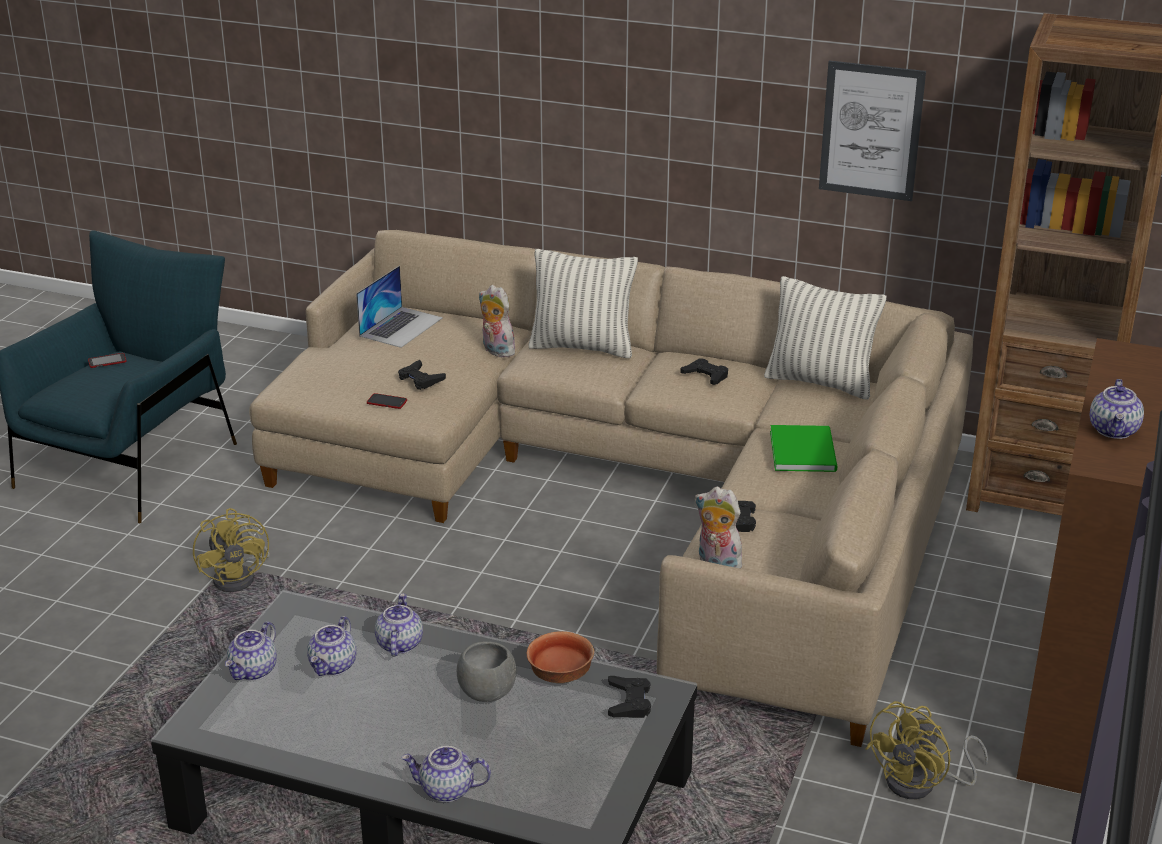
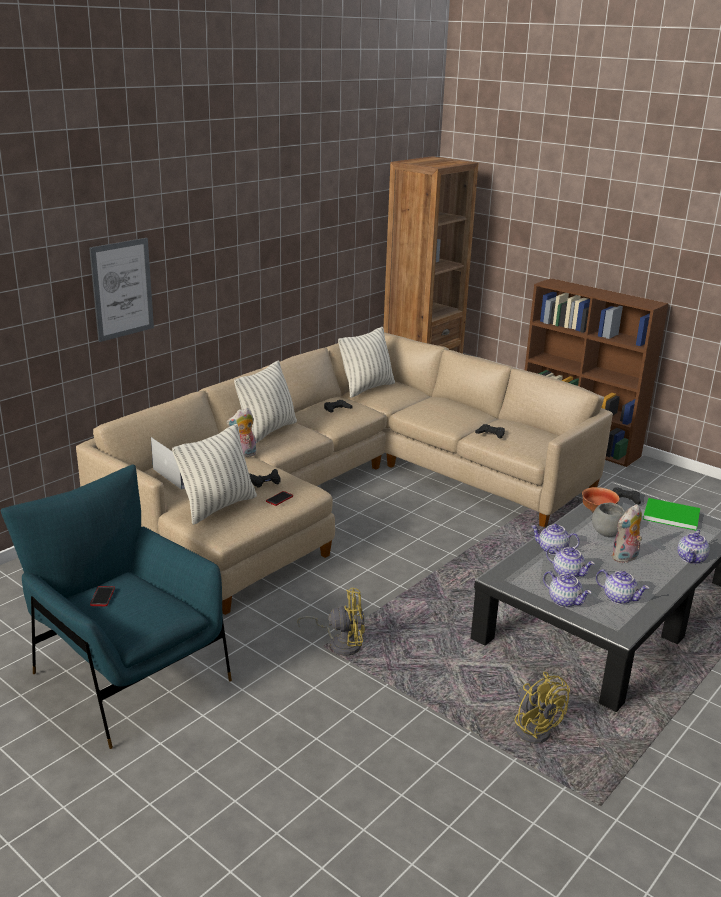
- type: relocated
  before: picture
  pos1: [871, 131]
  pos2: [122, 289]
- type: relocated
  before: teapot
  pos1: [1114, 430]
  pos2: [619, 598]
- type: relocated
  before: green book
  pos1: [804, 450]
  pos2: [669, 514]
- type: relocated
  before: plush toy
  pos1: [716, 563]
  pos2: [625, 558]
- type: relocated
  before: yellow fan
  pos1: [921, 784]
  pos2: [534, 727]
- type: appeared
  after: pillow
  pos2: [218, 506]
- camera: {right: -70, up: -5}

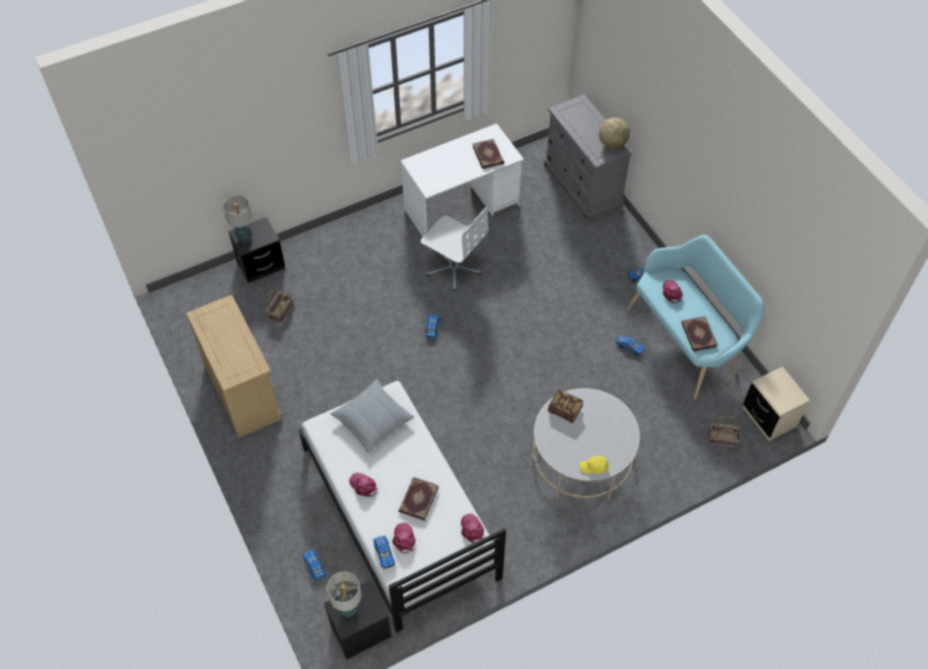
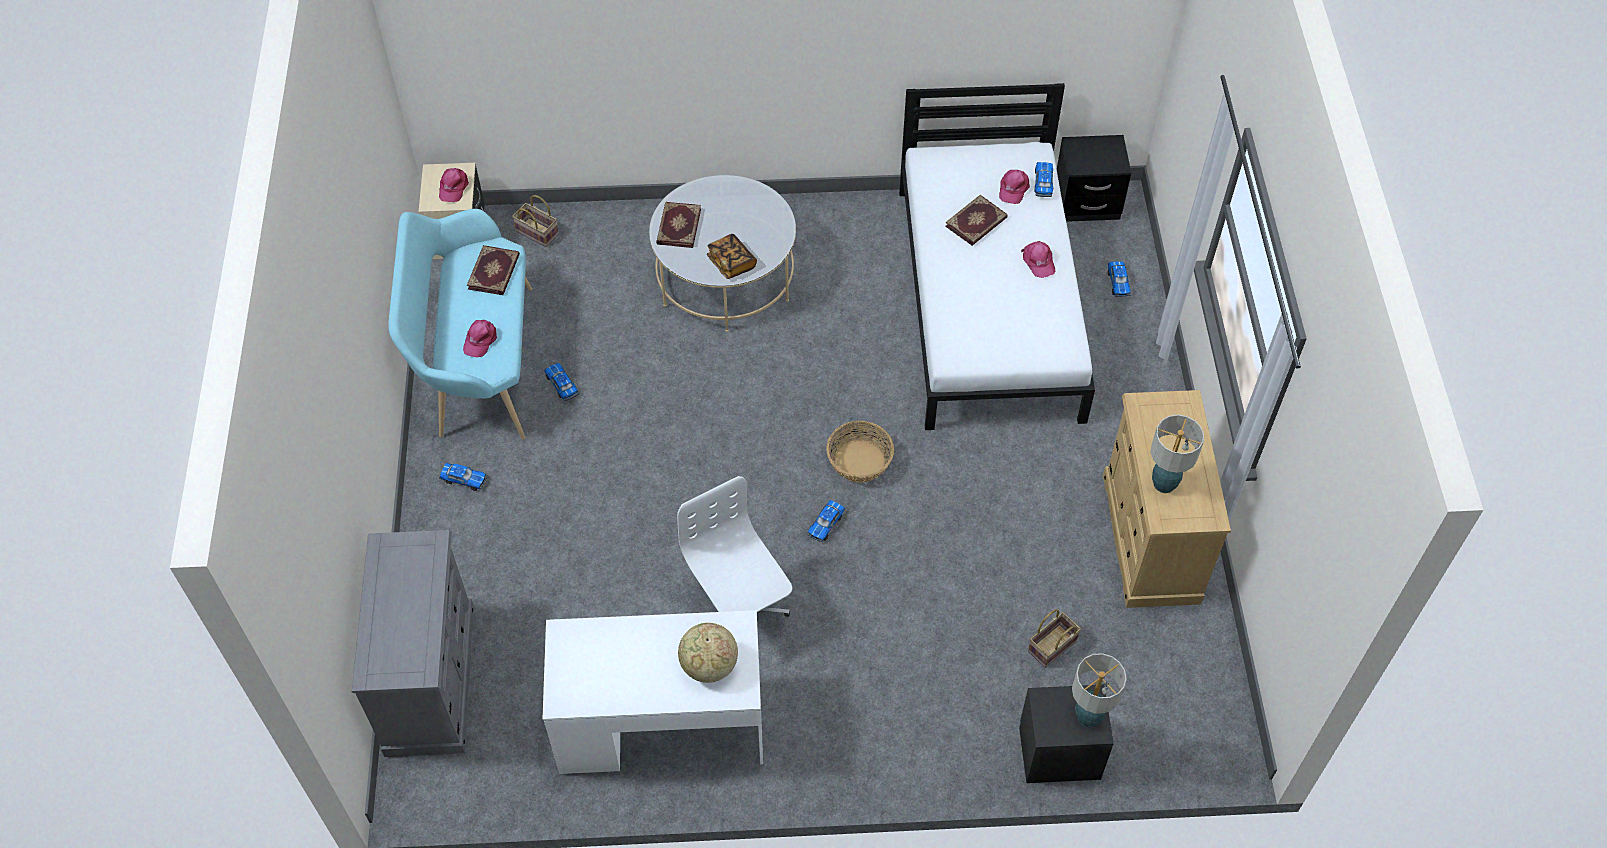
- type: relocated
  before: globe
  pos1: [612, 143]
  pos2: [709, 666]
- type: relocated
  before: book
  pos1: [488, 155]
  pos2: [678, 226]
- type: missing
  before: pillow
  pos1: [373, 420]
- type: missing
  before: yellow cap
  pos1: [594, 467]
- type: relocated
  before: pink cap
  pos1: [472, 529]
  pos2: [453, 187]
- type: relocated
  before: table lamp
  pos1: [348, 610]
  pos2: [1164, 483]
- type: appeared
  after: basket
  pos2: [860, 462]
- camera: {right: -155, up: 0}

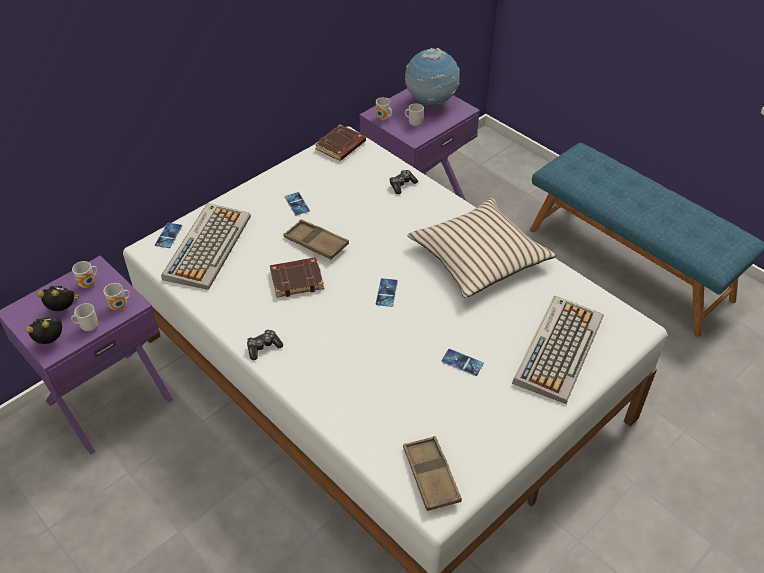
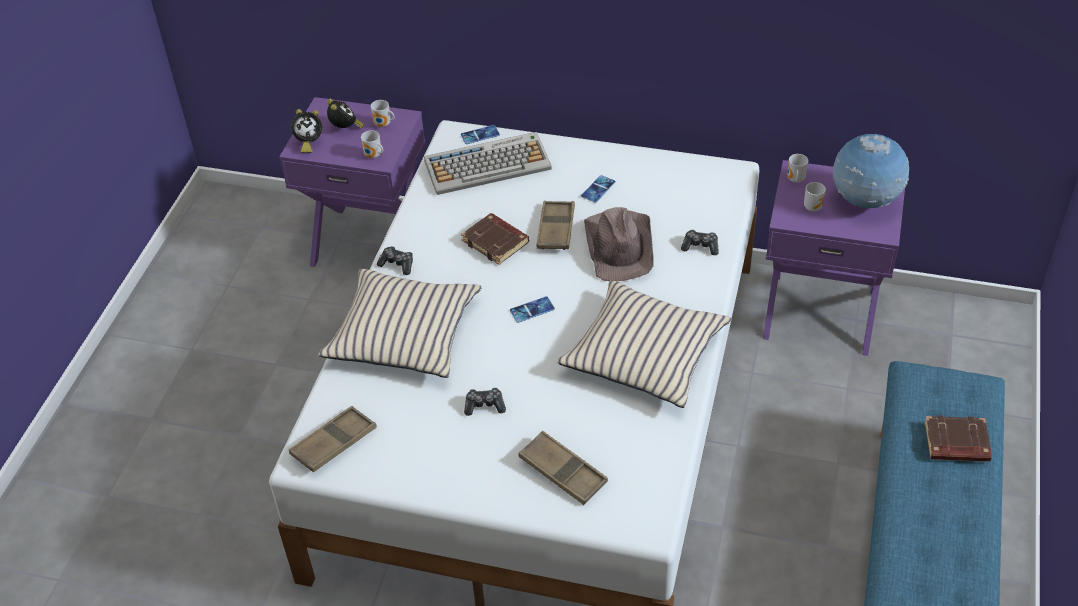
- type: relocated
  before: brown book
  pos1: [340, 146]
  pos2: [955, 443]
- type: exchanged
  before: keyboard
  after: brown tray
  pos1: [558, 348]
  pos2: [562, 472]
- type: missing
  before: mug
  pos1: [89, 326]
- type: spun
  before: alarm clock
  pos1: [52, 341]
  pos2: [308, 143]
  turn: 120
- type: exchanged
  before: phone
  after: game controller
  pos1: [462, 362]
  pos2: [484, 405]
- type: appeared
  after: brown hat
  pos2: [620, 246]
- type: appeared
  after: beige pillow
  pos2: [404, 333]
- camera: {right: 60, up: 0}

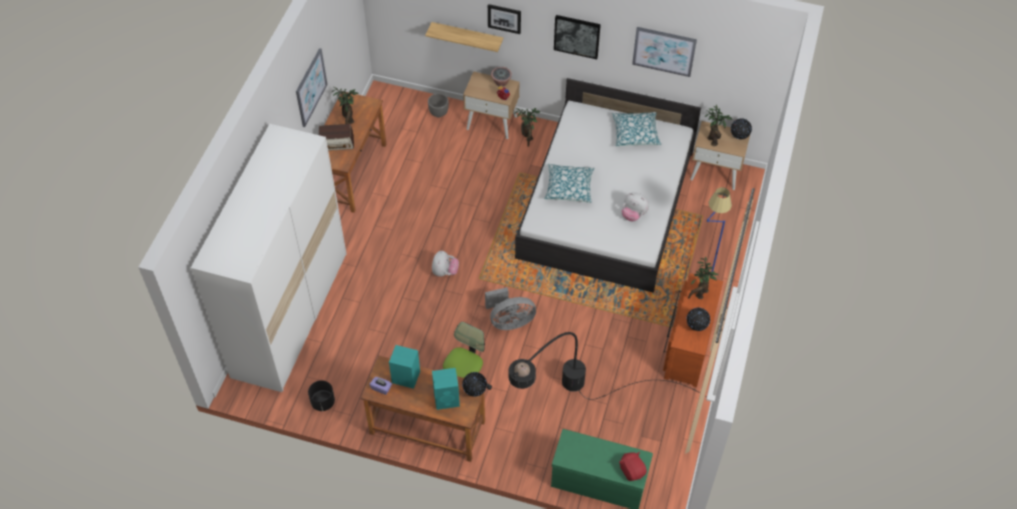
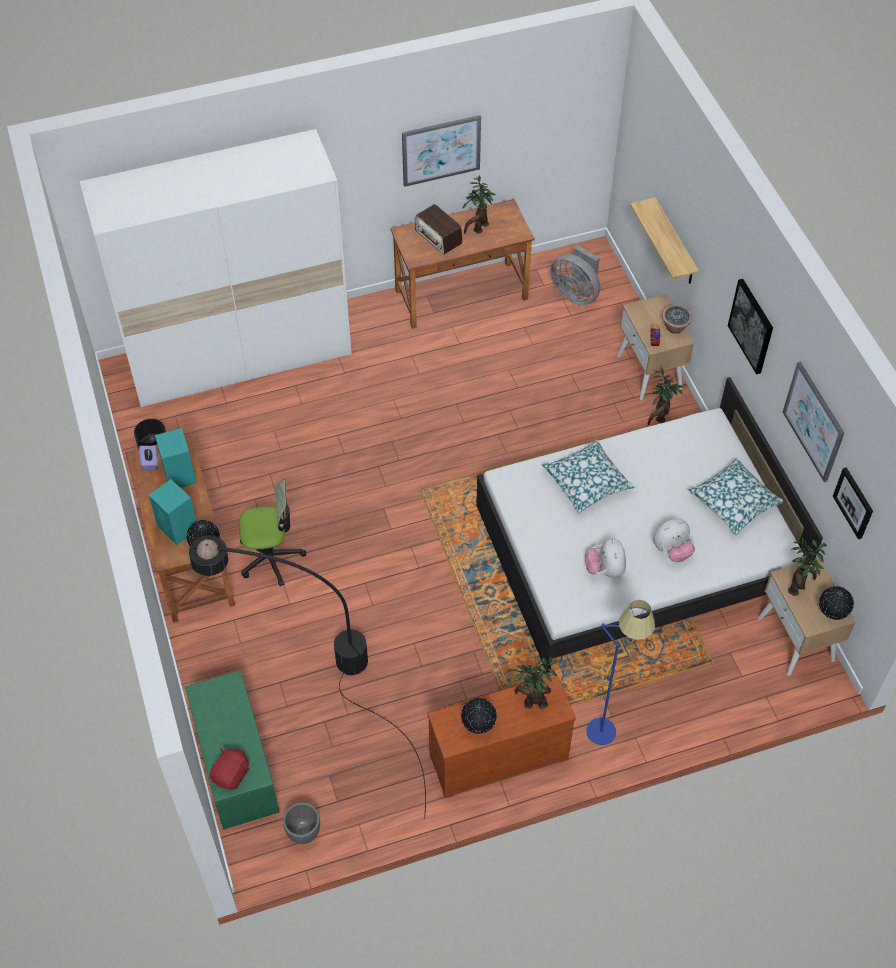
- type: relocated
  before: picture
  pos1: [504, 18]
  pos2: [854, 502]
- type: relocated
  before: grey planter
  pos1: [439, 113]
  pos2: [303, 833]
- type: relocated
  before: plush toy
  pos1: [445, 272]
  pos2: [672, 551]
- type: relocated
  before: grey fan
  pos1: [509, 321]
  pos2: [575, 294]
- camera: {right: 55, up: 0}

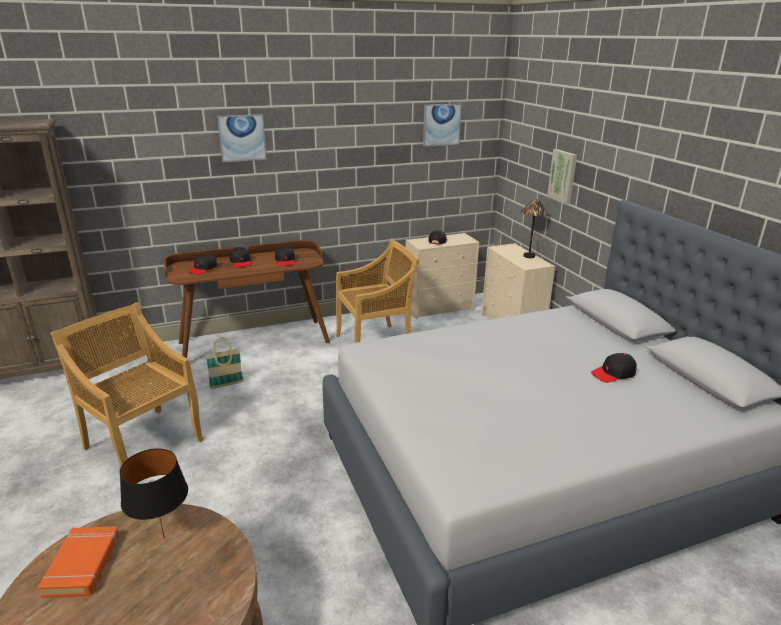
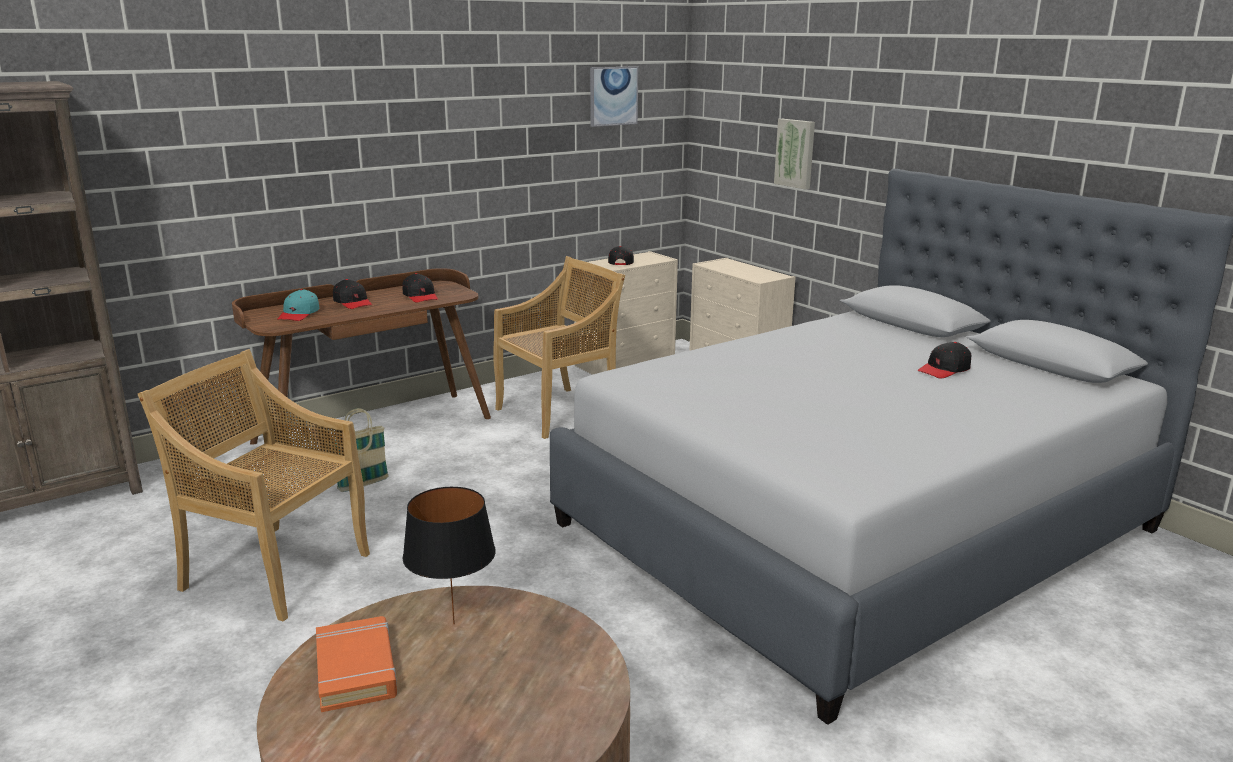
- type: missing
  before: picture
  pos1: [242, 138]
- type: missing
  before: table lamp
  pos1: [528, 256]
- type: colour
  before: black cap
  after: turquoise cap
  pos1: [203, 269]
  pos2: [299, 314]
- camera: {right: -15, up: -5}

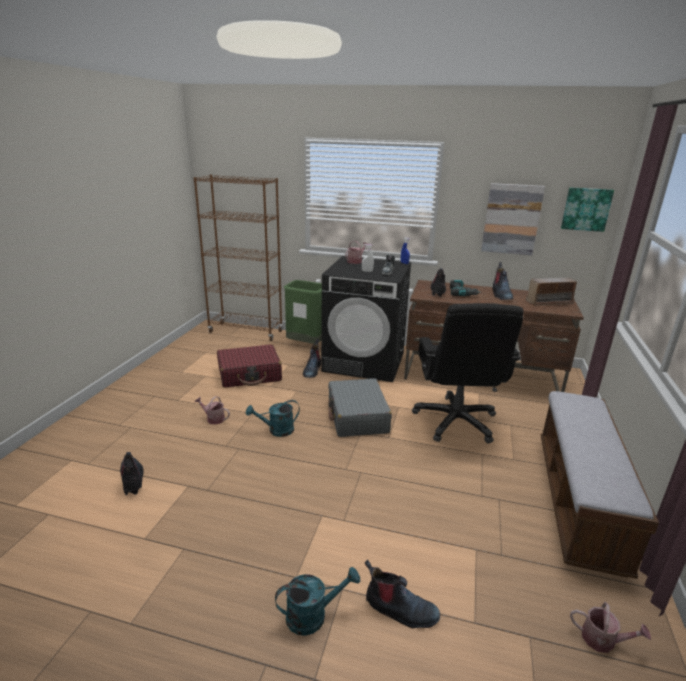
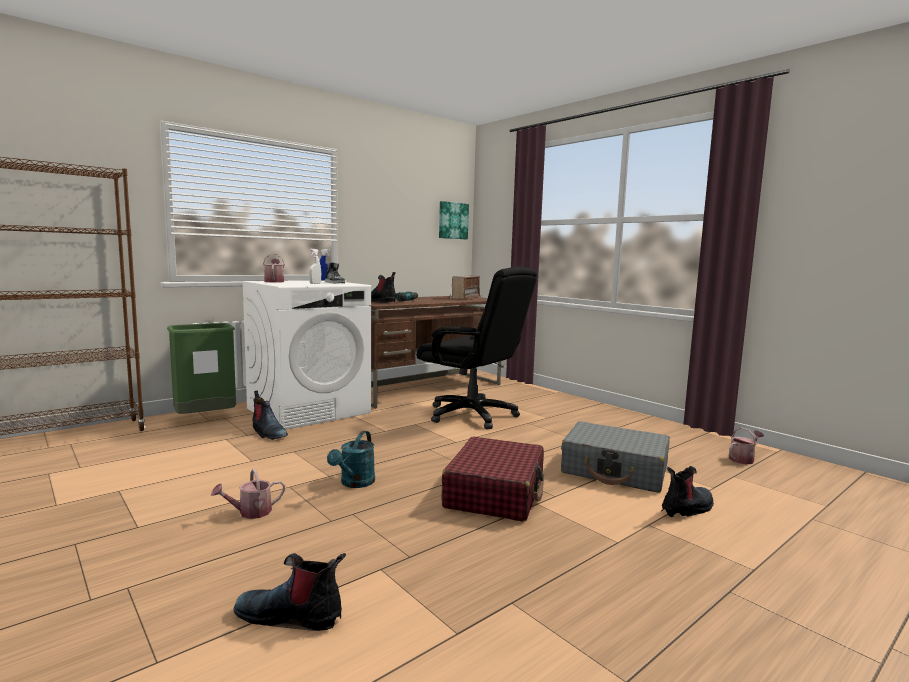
- type: missing
  before: picture
  pos1: [511, 219]
- type: colour
  before: black washing machine
  after: white washing machine
  pos1: [364, 362]
  pos2: [309, 410]
- type: missing
  before: boot
  pos1: [501, 295]
- type: relocated
  before: red suitcase
  pos1: [250, 374]
  pos2: [495, 493]
- type: relocated
  before: grey suitcase
  pos1: [357, 416]
  pos2: [615, 470]
- type: missing
  before: bench
  pos1: [577, 500]
- type: missing
  before: turquoise watering can
  pos1: [313, 615]
- camera: {right: -55, up: -15}

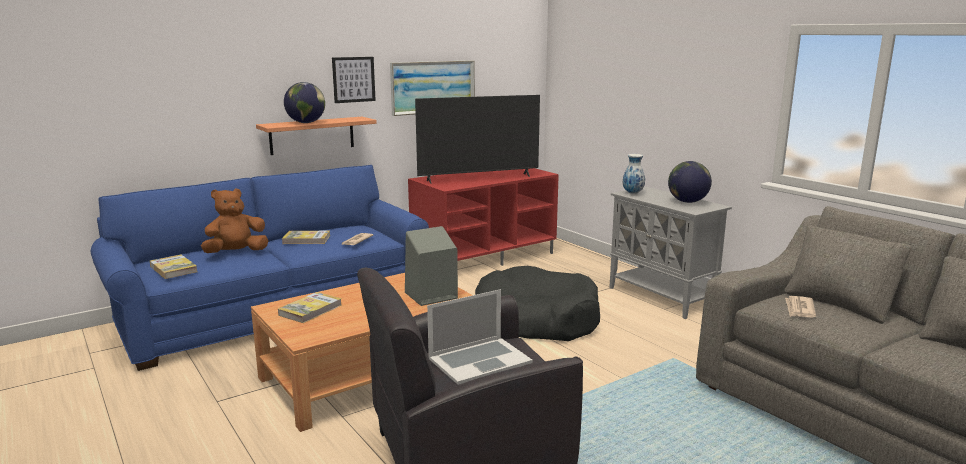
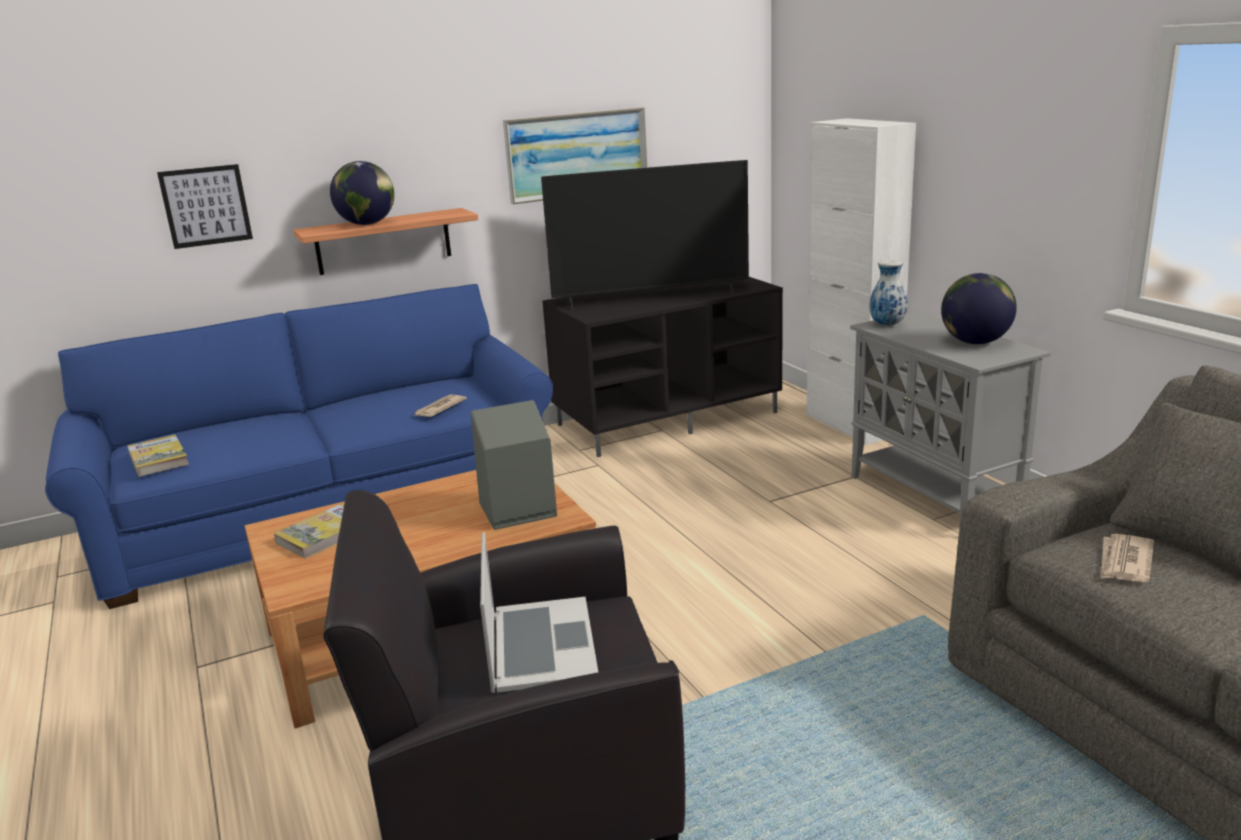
- type: relocated
  before: picture
  pos1: [353, 79]
  pos2: [206, 206]
- type: colour
  before: red tv stand
  after: black tv stand
  pos1: [484, 256]
  pos2: [668, 418]
- type: missing
  before: brown plush toy
  pos1: [236, 253]
- type: missing
  before: book
  pos1: [306, 239]
- type: missing
  before: black dog bed
  pos1: [536, 320]
- type: spun
  before: laptop
  pos1: [479, 360]
  pos2: [540, 644]
  turn: -75
- type: appeared
  after: white cabinet
  pos2: [851, 425]
- camera: {right: 10, up: 5}

